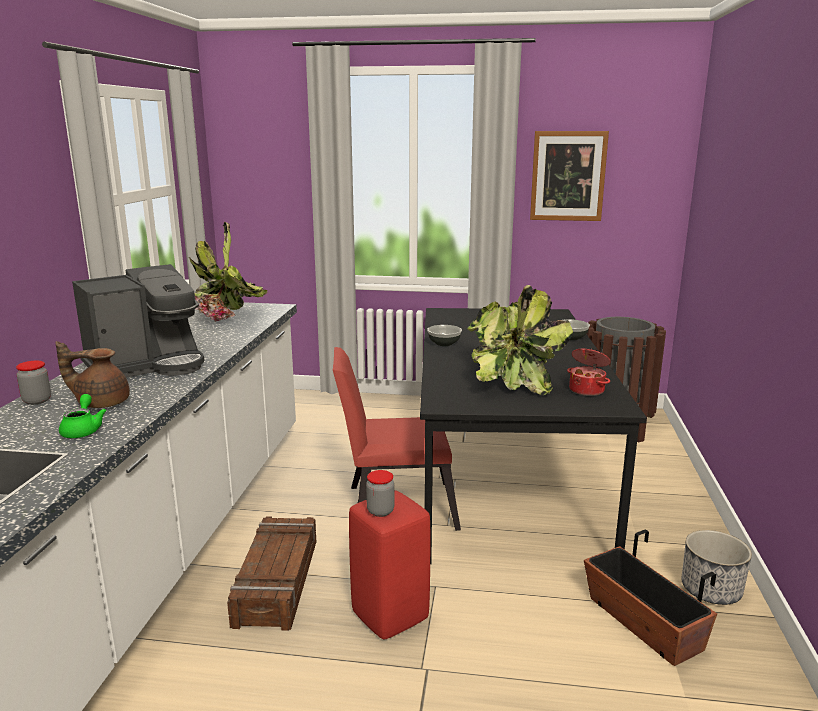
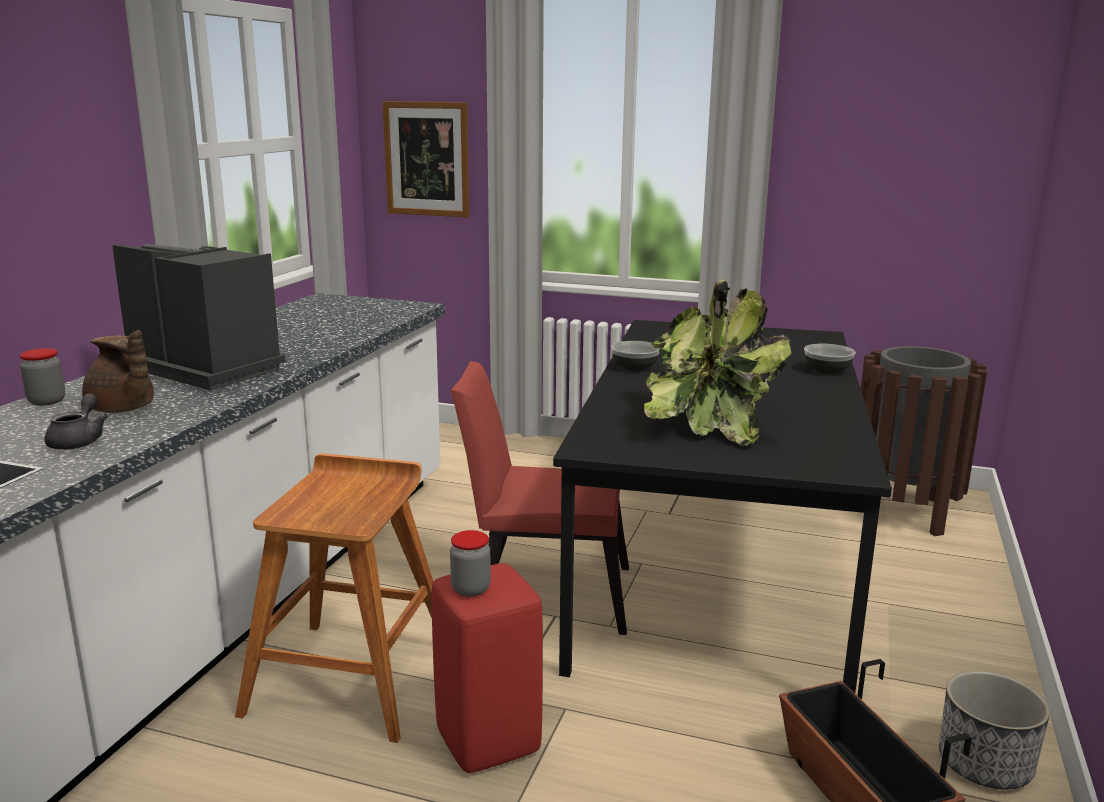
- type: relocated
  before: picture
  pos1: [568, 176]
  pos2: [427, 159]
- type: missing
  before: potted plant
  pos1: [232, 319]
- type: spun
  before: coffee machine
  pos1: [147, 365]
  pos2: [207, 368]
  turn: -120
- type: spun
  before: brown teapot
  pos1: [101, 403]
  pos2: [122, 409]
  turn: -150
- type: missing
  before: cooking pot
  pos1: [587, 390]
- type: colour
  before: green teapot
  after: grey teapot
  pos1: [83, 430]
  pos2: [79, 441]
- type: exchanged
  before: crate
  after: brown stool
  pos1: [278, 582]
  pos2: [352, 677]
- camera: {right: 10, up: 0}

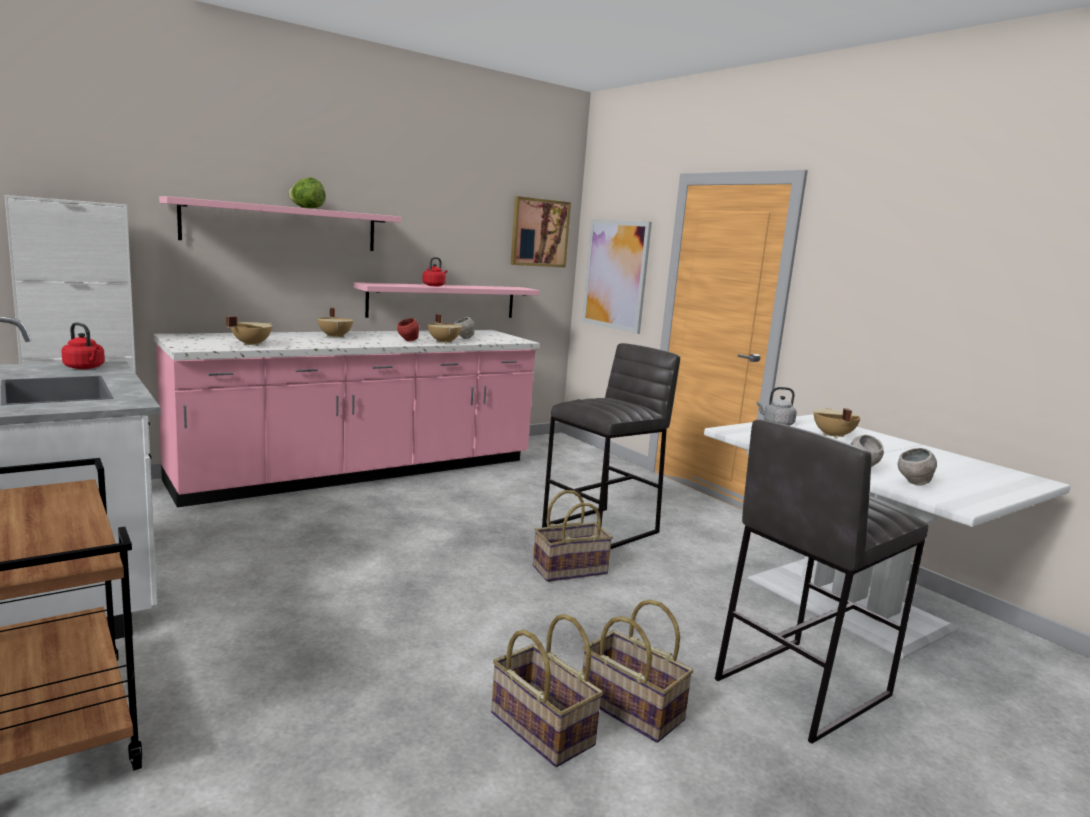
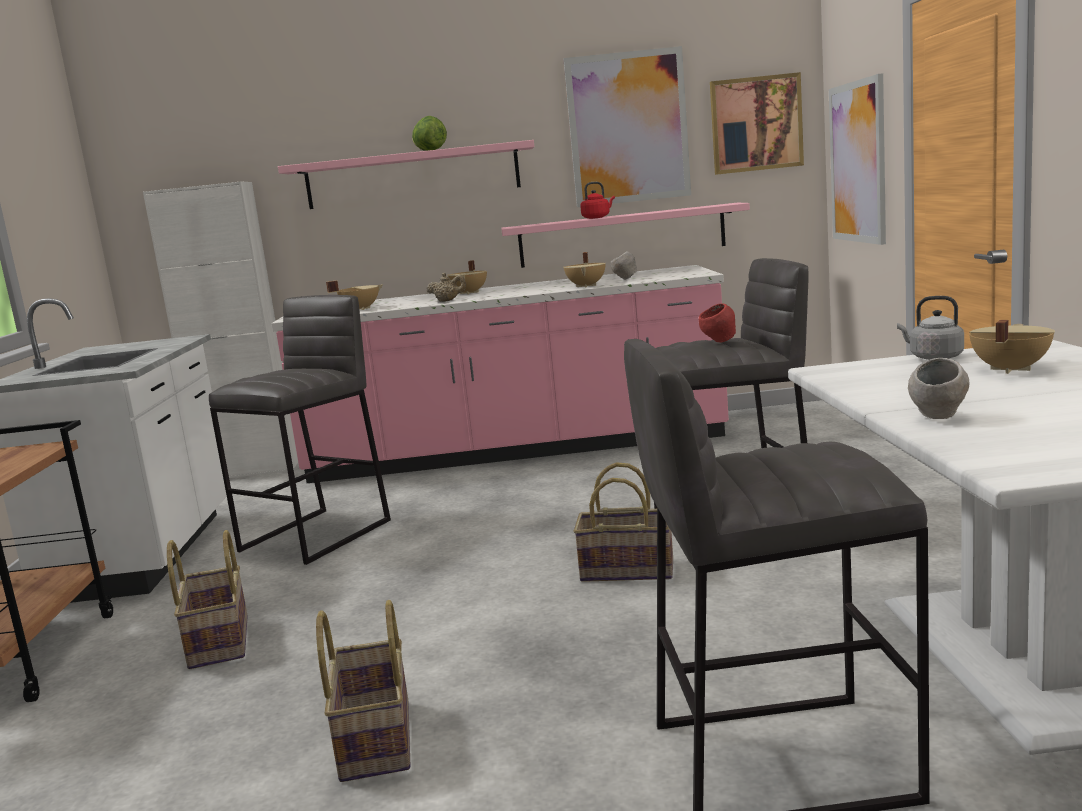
- type: relocated
  before: red bowl
  pos1: [408, 341]
  pos2: [719, 342]
- type: missing
  before: red kettle
  pos1: [85, 368]
- type: missing
  before: grey bowl
  pos1: [913, 484]
- type: relocated
  before: basket
  pos1: [629, 709]
  pos2: [217, 642]
- type: appeared
  after: picture
  pos2: [628, 128]
- type: appeared
  after: beige teapot
  pos2: [448, 301]
- type: appeared
  after: grey stool
  pos2: [318, 535]
- camera: {right: 35, up: 0}

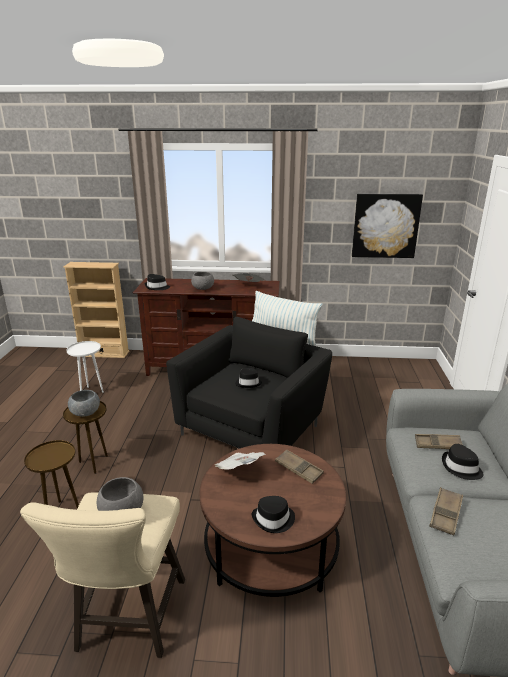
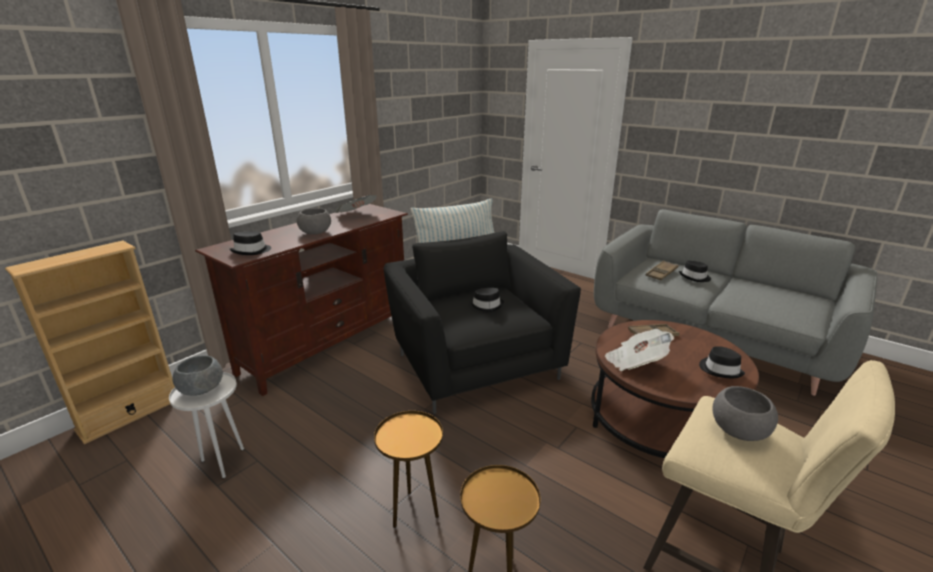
- type: missing
  before: picture
  pos1: [385, 226]
- type: relocated
  before: grey bowl
  pos1: [85, 413]
  pos2: [202, 389]
- type: missing
  before: brown tray
  pos1: [446, 514]
- camera: {right: -55, up: 0}

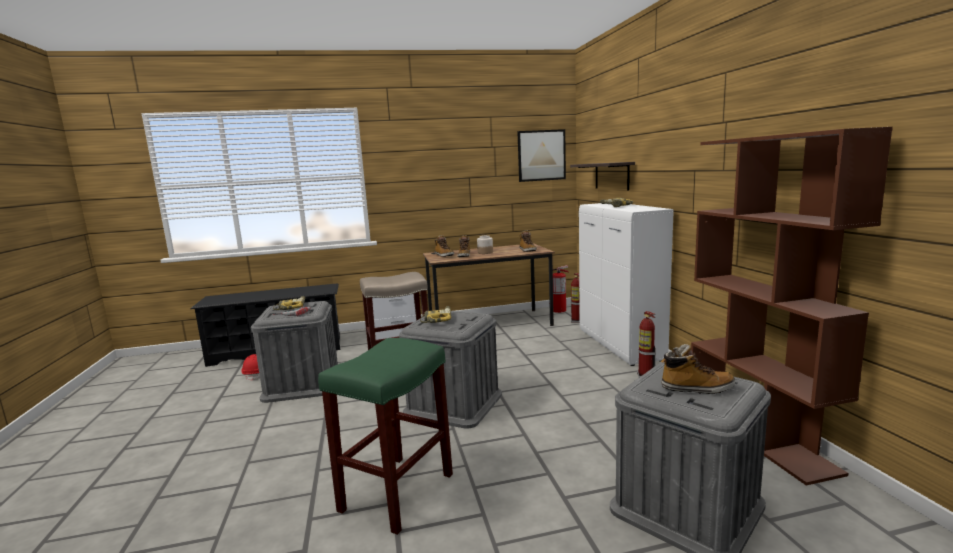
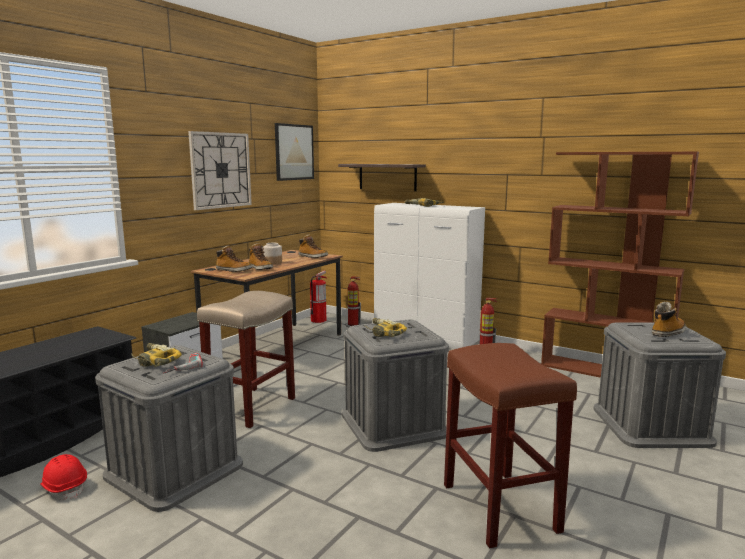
- type: colour
  before: green stool
  after: brown stool
  pos1: [397, 491]
  pos2: [498, 506]
- type: appeared
  after: wall clock
  pos2: [221, 170]
- camera: {right: -45, up: 0}

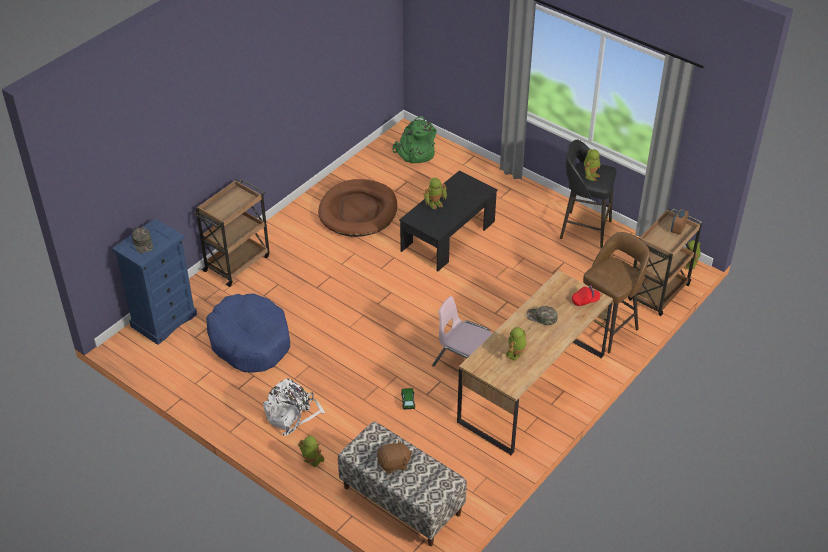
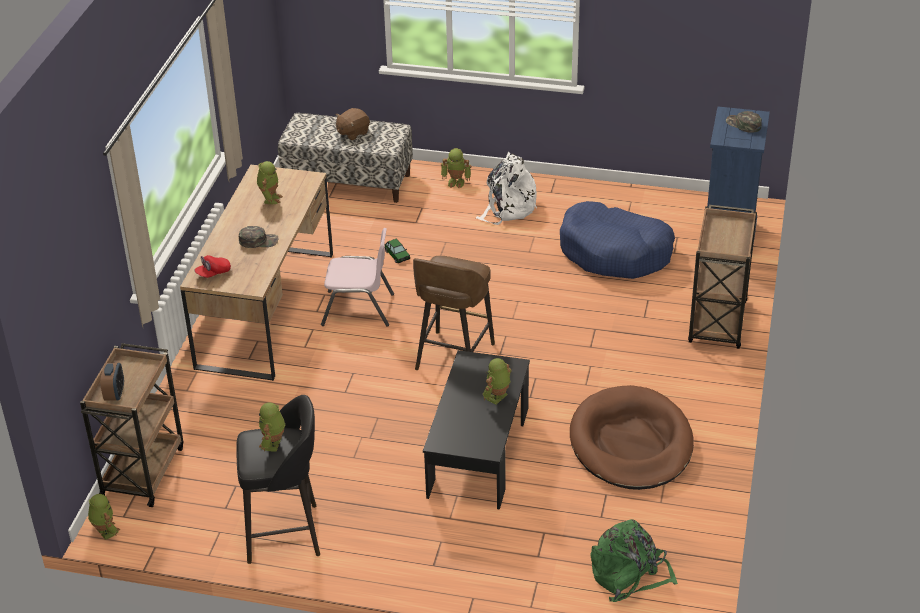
- type: relocated
  before: brown stool
  pos1: [607, 328]
  pos2: [453, 358]
- camera: {right: 155, up: -5}

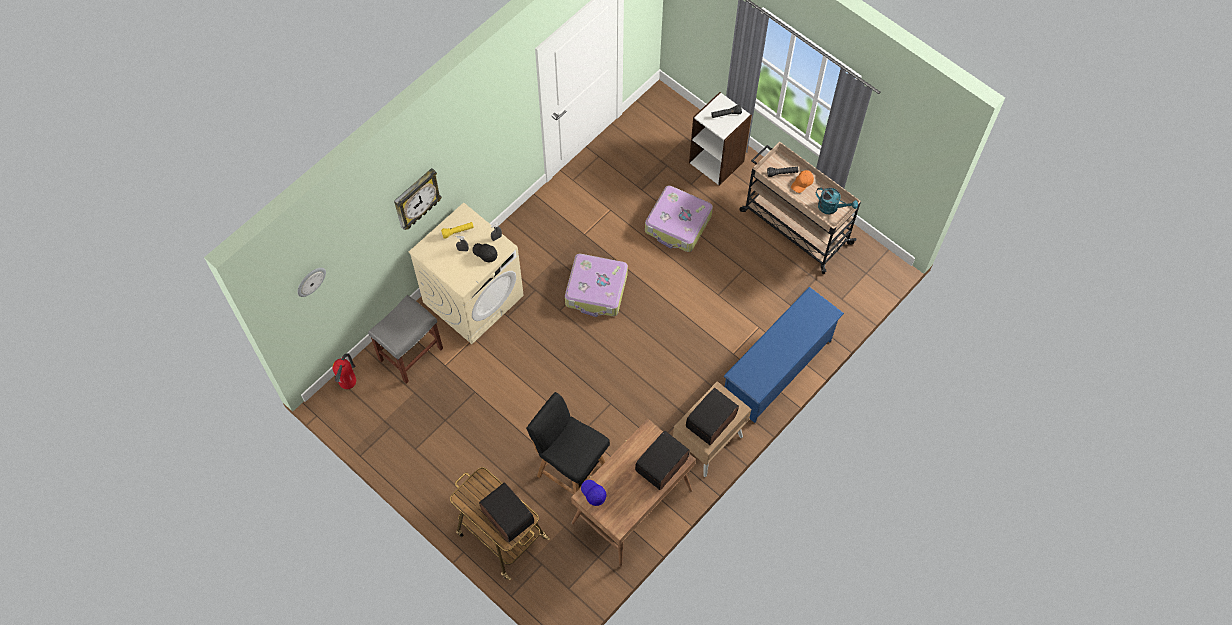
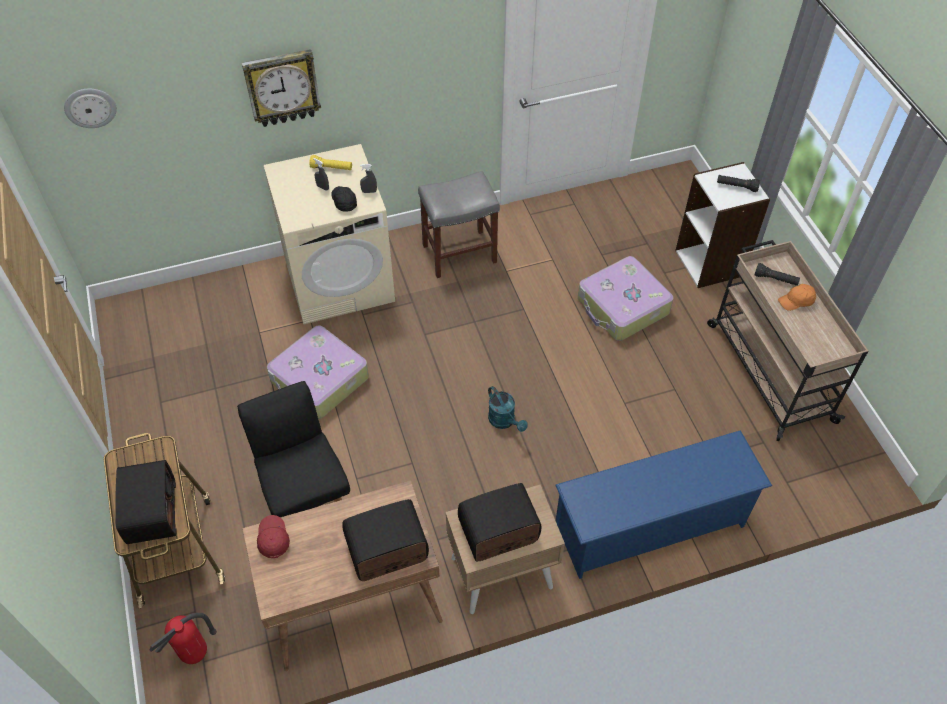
- type: relocated
  before: turquoise watering can
  pos1: [831, 207]
  pos2: [504, 421]
- type: relocated
  before: suitcase
  pos1: [596, 290]
  pos2: [319, 380]
- type: relocated
  before: grey stool
  pos1: [411, 353]
  pos2: [460, 253]
- type: relocated
  before: fire extinguisher
  pos1: [349, 384]
  pos2: [195, 655]
- type: colour
  before: blue cap
  after: red cap
  pos1: [593, 493]
  pos2: [273, 539]
- camera: {right: 30, up: -10}

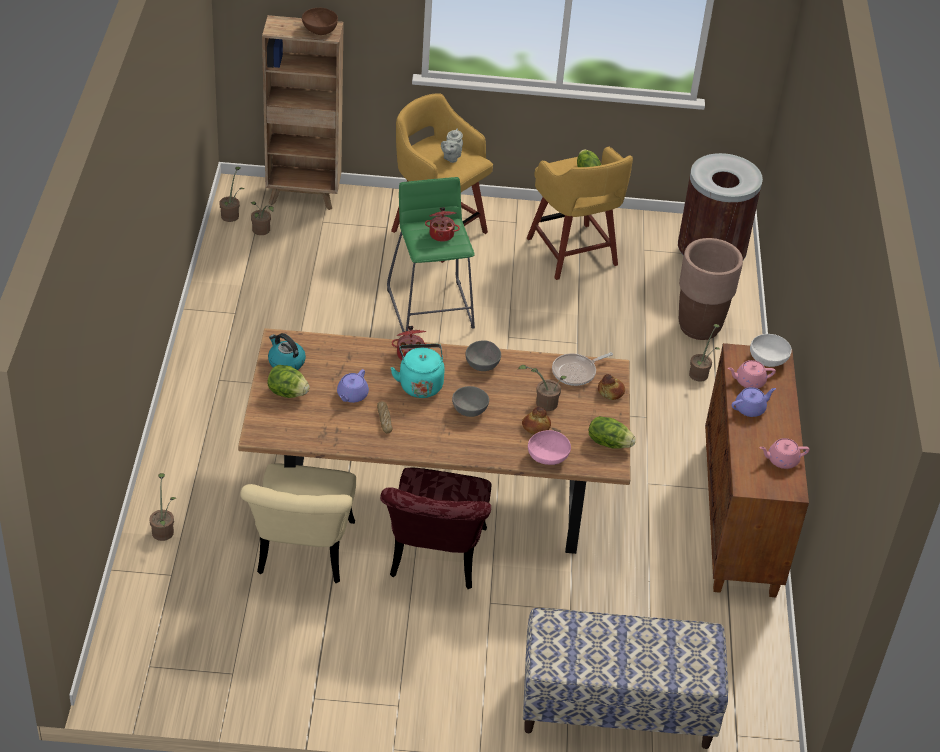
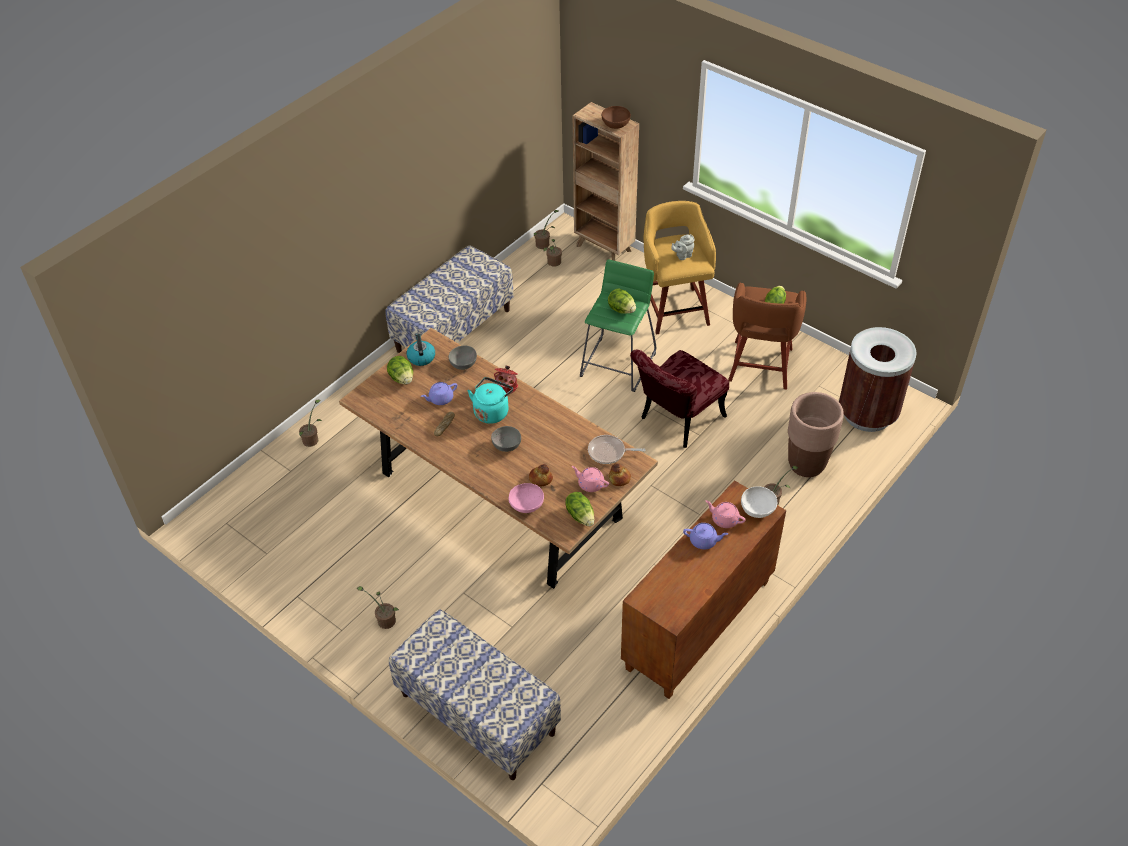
- type: colour
  before: yellow stool
  after: brown stool
  pos1: [573, 254]
  pos2: [759, 366]
- type: exchanged
  before: cooking pot
  after: lettuce
  pos1: [441, 234]
  pos2: [621, 310]
- type: relocated
  before: grey bowl
  pos1: [483, 364]
  pos2: [464, 364]
- type: relocated
  before: potted plant
  pos1: [543, 403]
  pos2: [384, 619]
- type: relocated
  before: pink teapot
  pos1: [781, 460]
  pos2: [590, 484]
- type: missing
  before: beige chair
  pos1: [303, 556]
- type: relocated
  before: red chair
  pos1: [435, 561]
  pos2: [676, 421]
- type: appeared
  after: bench
  pos2: [453, 330]
- camera: {right: 40, up: 5}

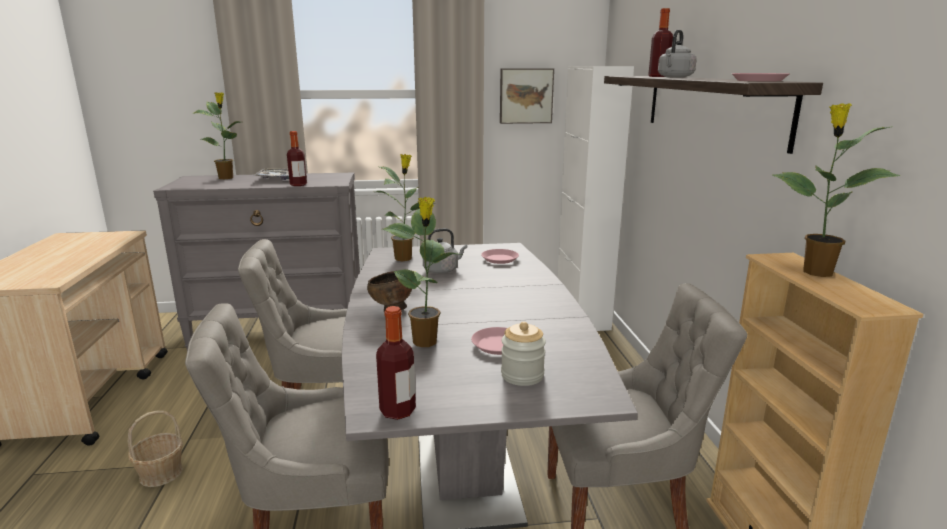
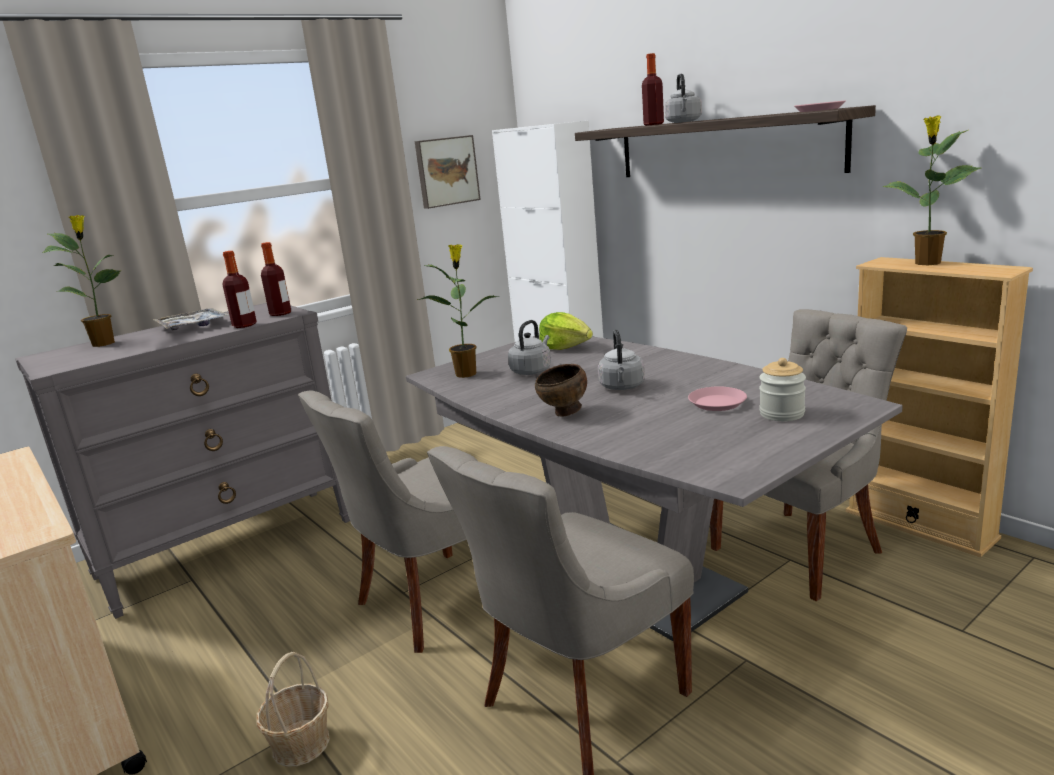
- type: missing
  before: potted plant
  pos1: [426, 342]
- type: exchanged
  before: pink plate
  after: lettuce
  pos1: [499, 259]
  pos2: [565, 347]
- type: relocated
  before: bottle
  pos1: [397, 411]
  pos2: [280, 313]
- type: appeared
  after: grey kettle
  pos2: [622, 387]
- camera: {right: -30, up: 0}

